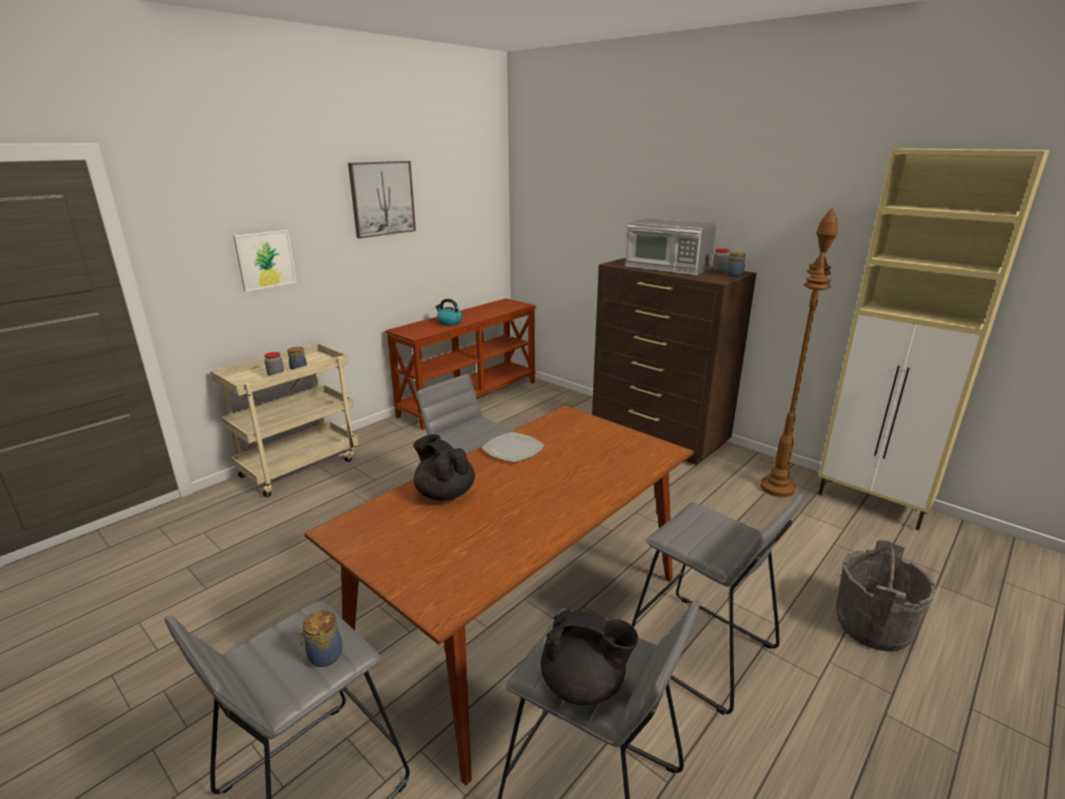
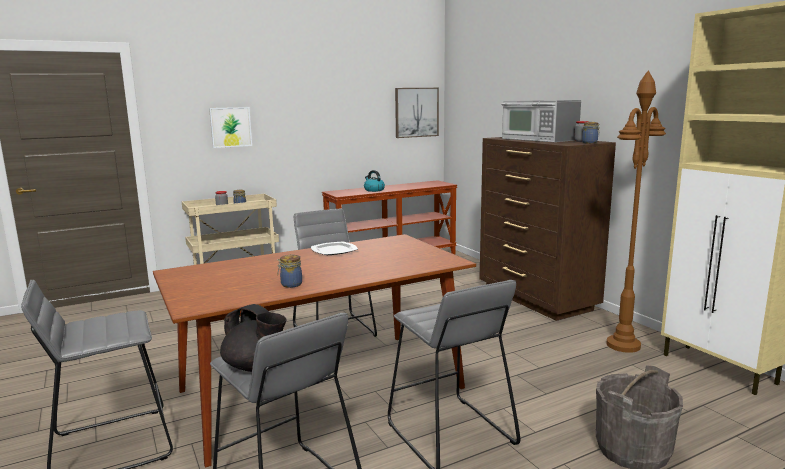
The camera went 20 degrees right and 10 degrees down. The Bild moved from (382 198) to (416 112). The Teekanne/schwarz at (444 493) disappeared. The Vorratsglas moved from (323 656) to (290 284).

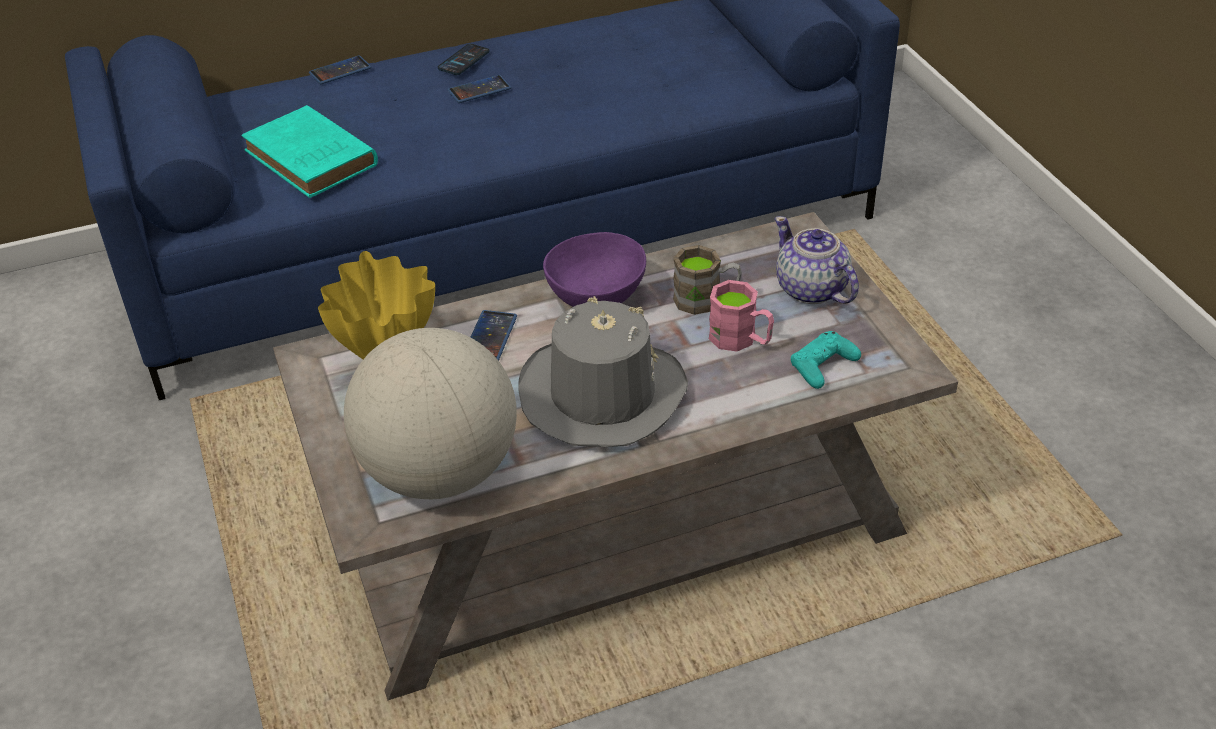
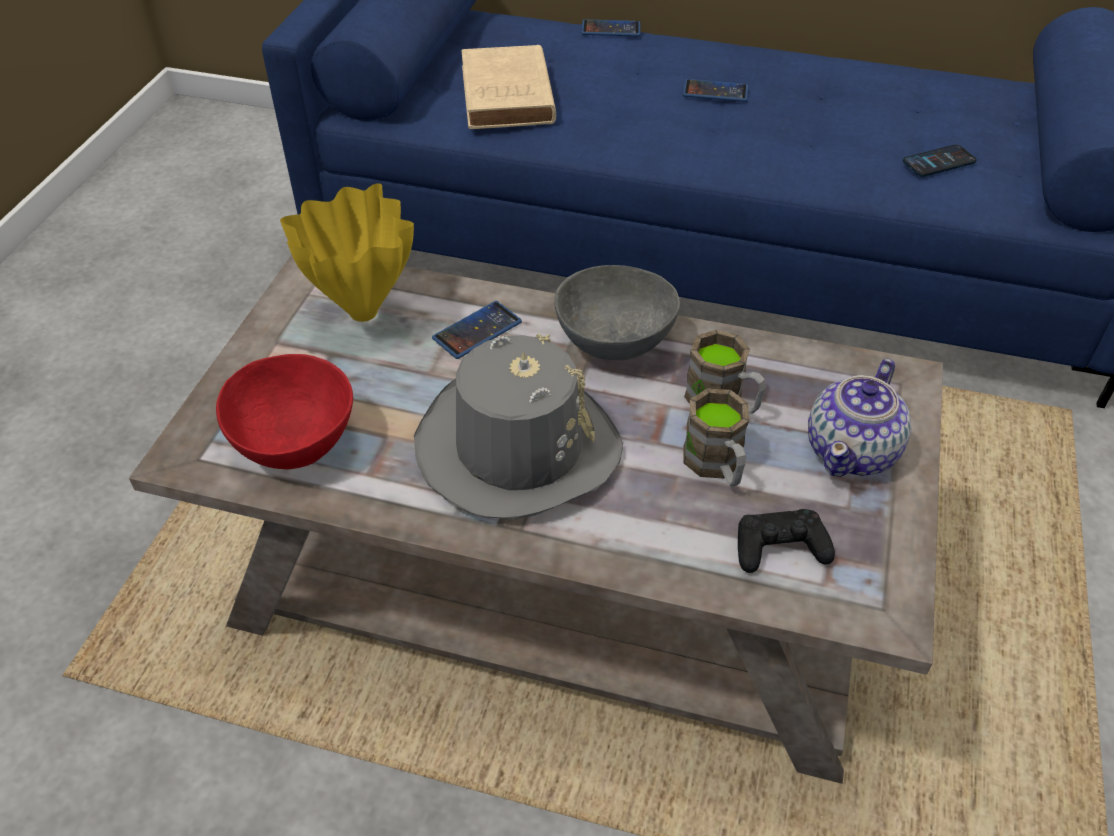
The camera went 35 degrees right and 5 degrees up. The Handy moved from (463 60) to (939 162). The Buch/türkis at (313 160) became the Buch/beige at (507 97). The Teekanne at (811 290) turned 150 degrees counterclockwise. The Schüssel/lila at (598 298) became the Schüssel/grau at (616 344). The Henkelbecher/rosa at (741 340) became the Henkelbecher/braun at (717 466). The Globus at (439 472) was replaced by the Schüssel/rot at (295 440). The Gamepad/türkis at (823 366) became the Gamepad/schwarz at (780 547).

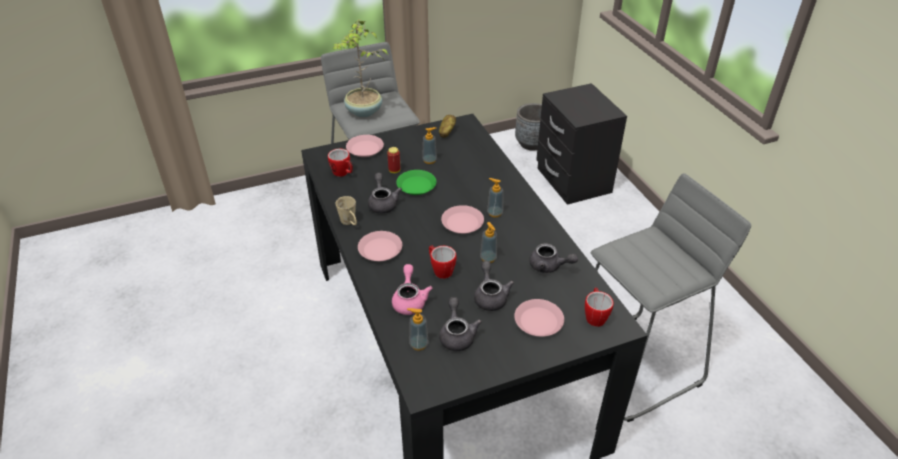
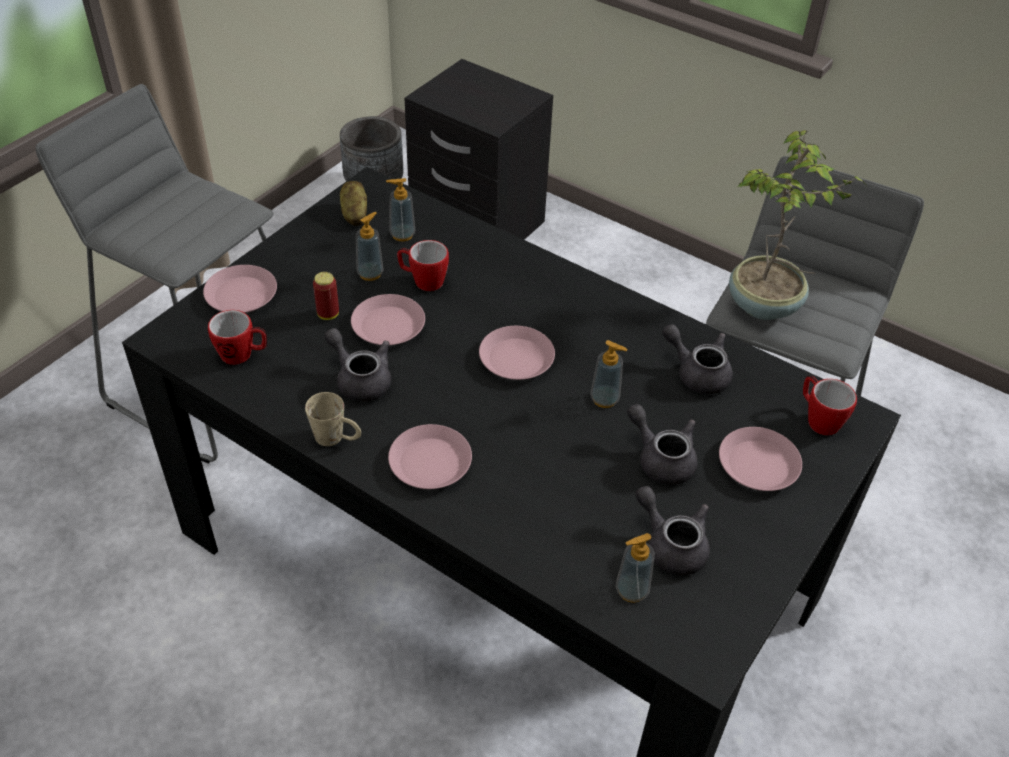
The camera went 35 degrees left and 5 degrees up. The Topfpflanze moved from (364 112) to (764 306). The Teller/grün at (416 186) became the Teller/rosa at (388 326). The Seifenspender moved from (494 213) to (402 235). The Teekanne/grau at (549 266) turned 135 degrees counterclockwise. The Henkelbecher moved from (440 270) to (423 281). The Teekanne/rosa at (409 300) disappeared.

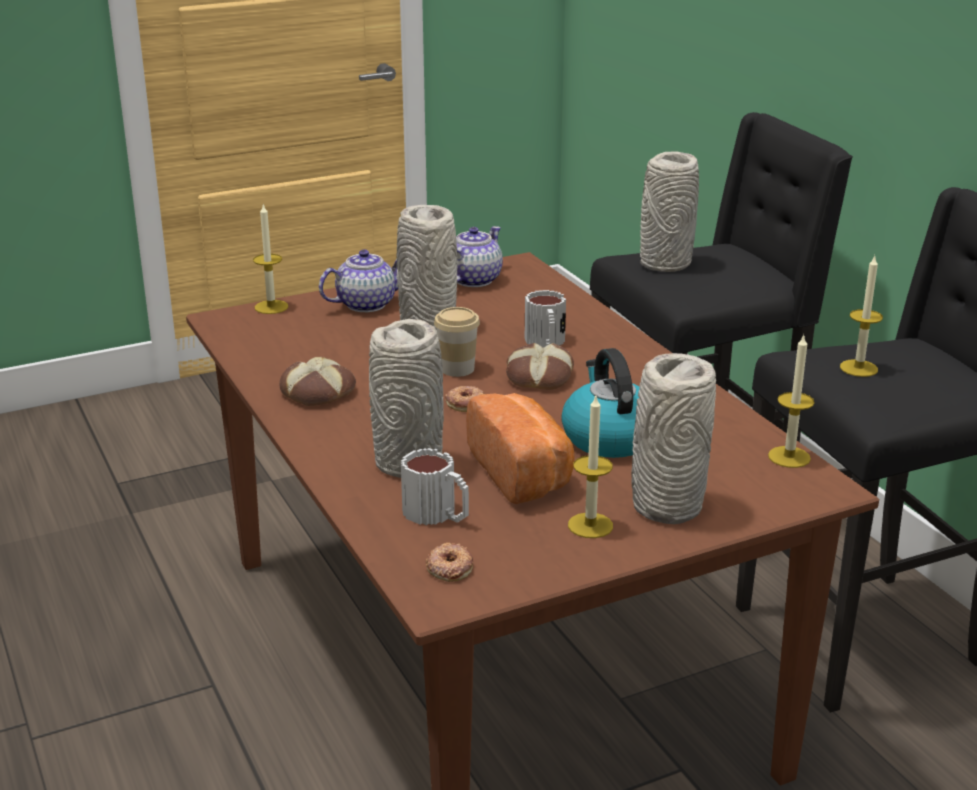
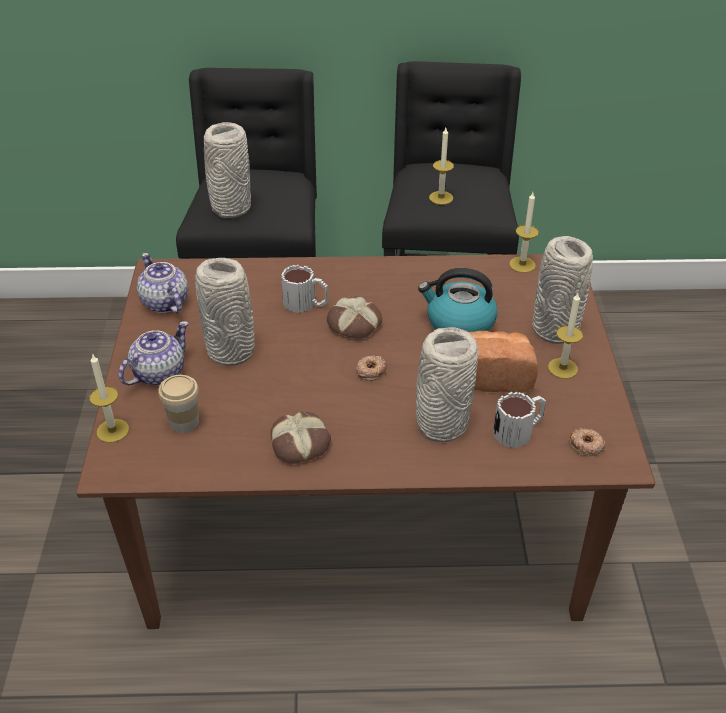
The camera went 65 degrees left and 15 degrees up. The Teekanne at (365 304) turned 45 degrees clockwise. The Tasse moved from (457 369) to (184 422).

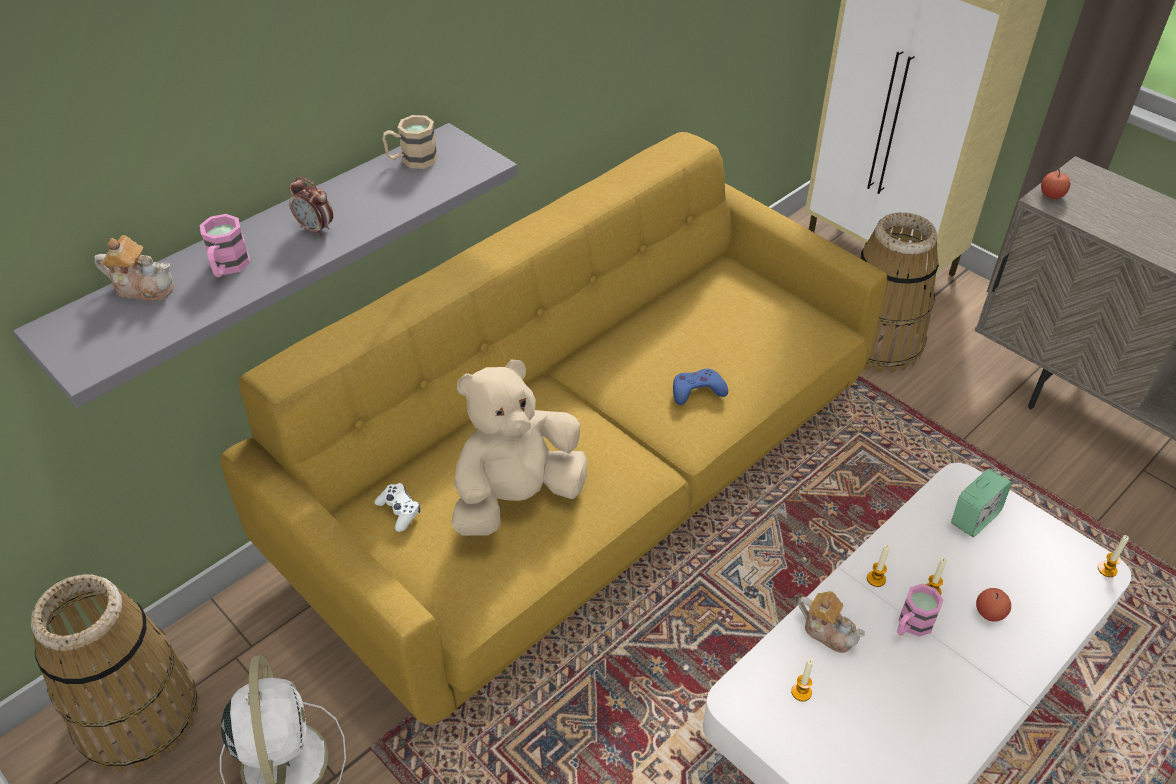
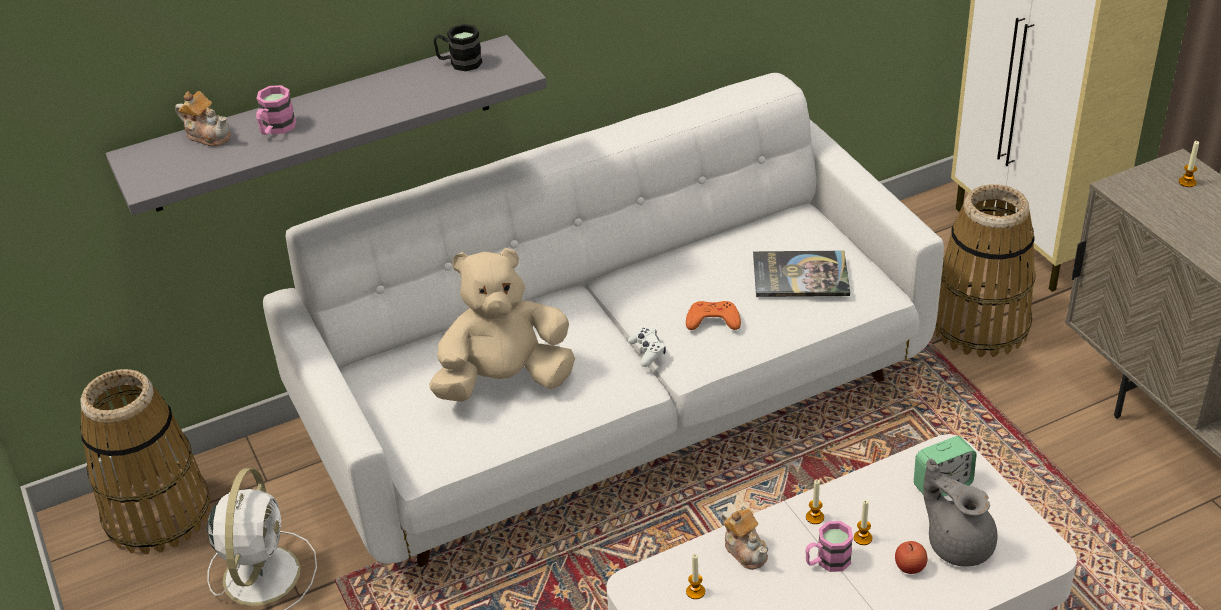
The camera went 20 degrees right and 5 degrees down. The Henkelbecher/beige at (412 160) became the Henkelbecher/schwarz at (459 63). The Sofa/gelb at (587 483) became the Sofa/weiß at (617 404). The Apfel at (1051 195) disappeared. The Wecker at (316 229) disappeared. The Gamepad/blau at (697 390) became the Gamepad/orange at (713 320). The Gamepad/weiß moved from (399 511) to (647 351). The Kerze moved from (1107 569) to (1187 182). The Buch at (800 275) appeared. The Teekanne/grau at (958 543) appeared.

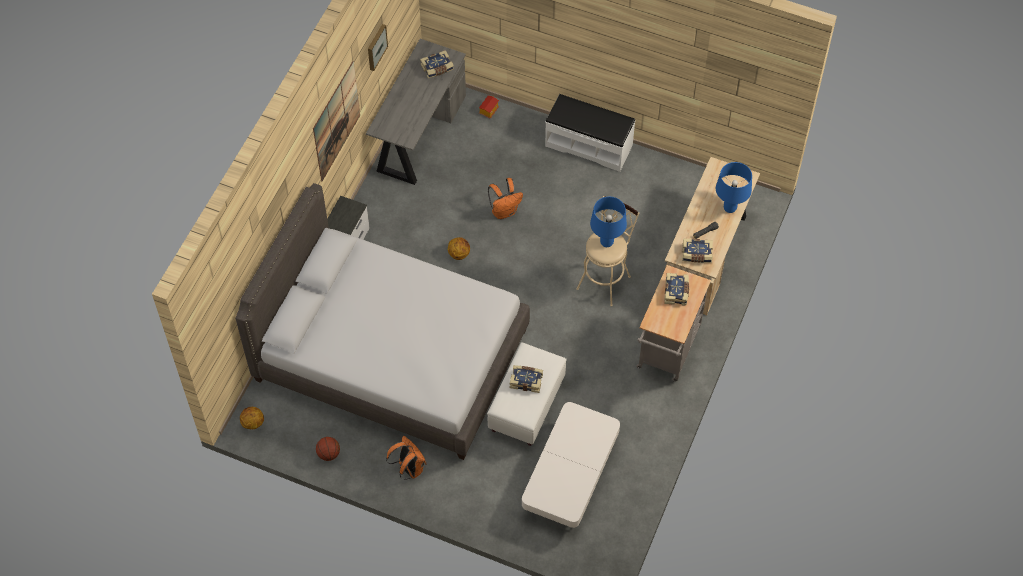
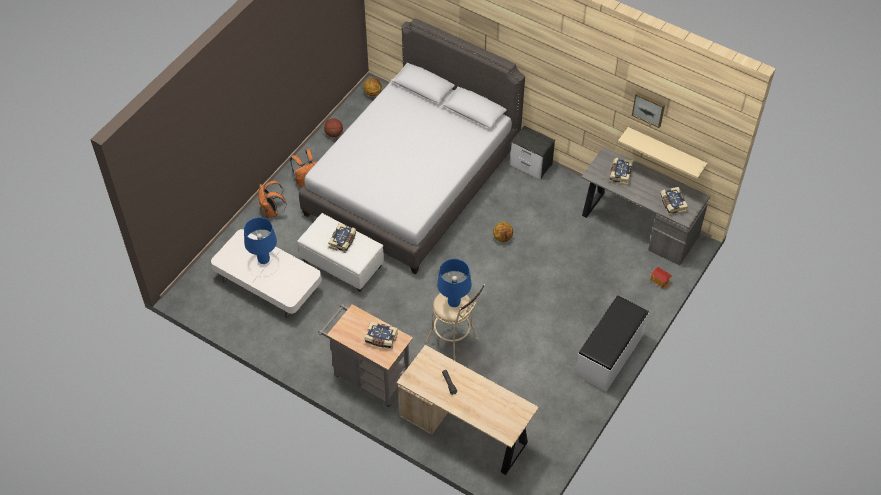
The camera went 100 degrees right and 5 degrees down. The Bild at (336 121) disappeared. The Tischlampe/blau moved from (730 208) to (264 260). The Rucksack/orange moved from (504 211) to (272 211). The Buch moved from (696 254) to (620 174). The Wandregal/beige at (666 151) appeared.

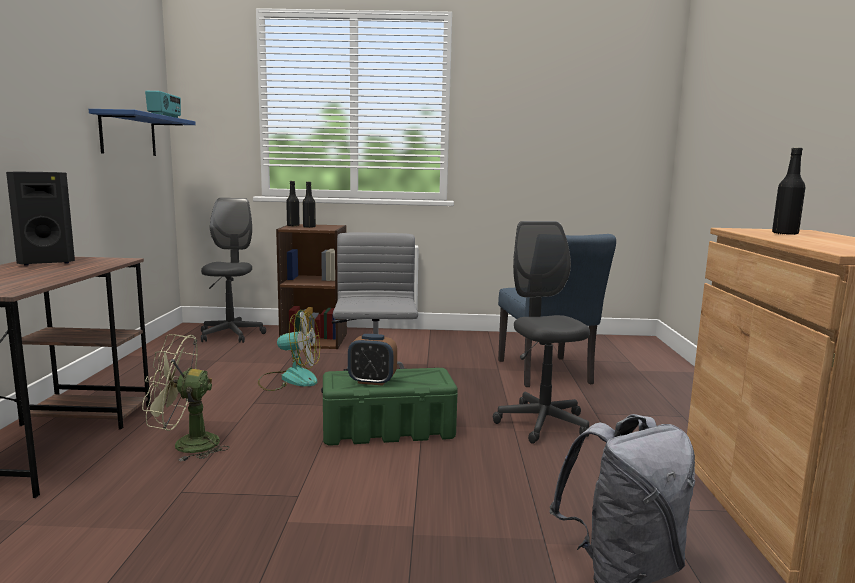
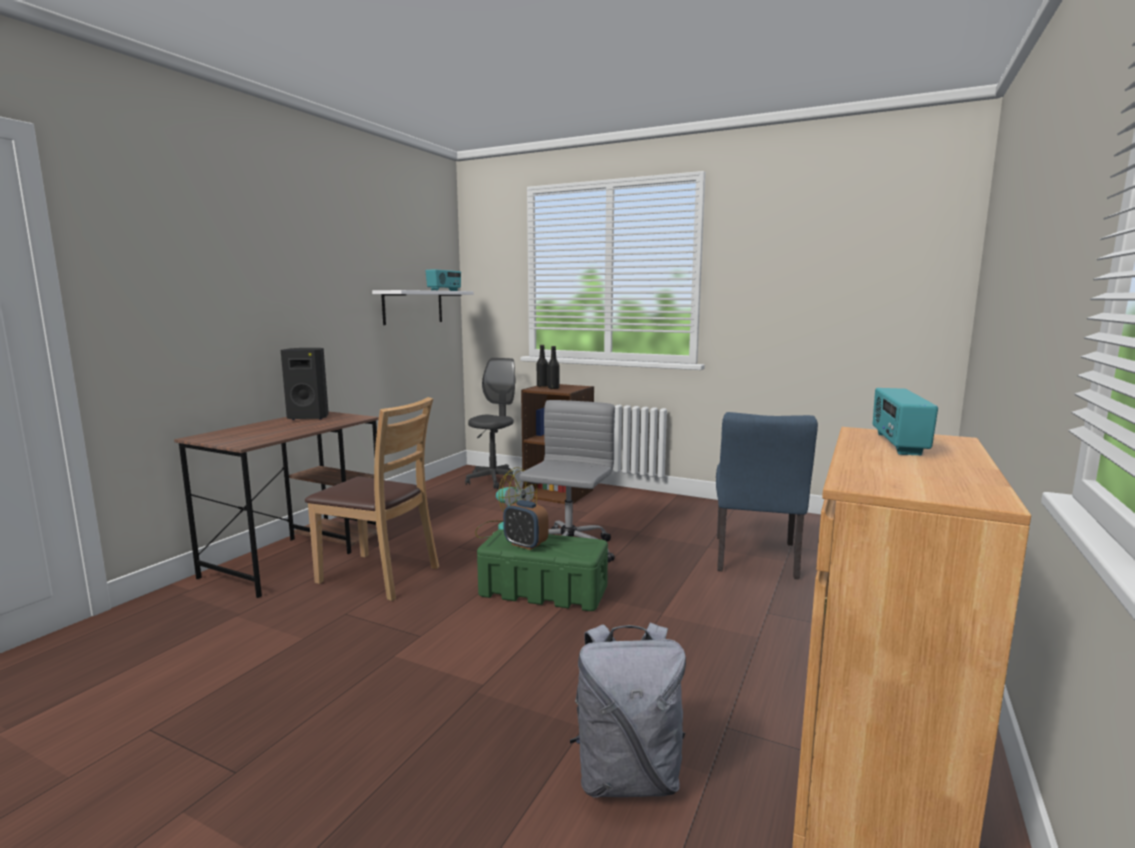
The camera went 25 degrees right and 0 degrees up. The Wandregal/blau at (128 135) became the Wandregal/weiß at (413 307). The Flasche/schwarz at (785 234) was replaced by the Radio at (897 444). The Bürostuhl/grau at (542 423) disappeared. The Ventilator/grün at (186 445) was replaced by the Stuhl/braun at (379 575).

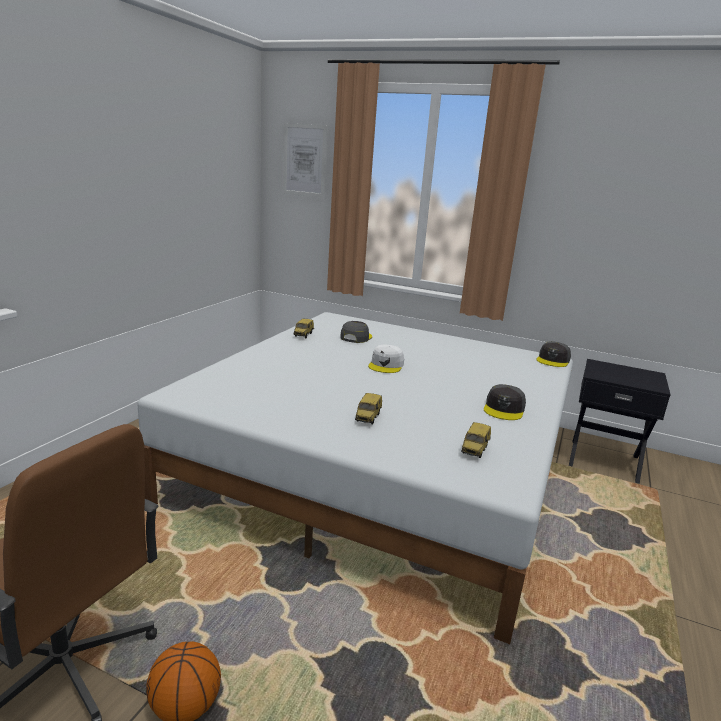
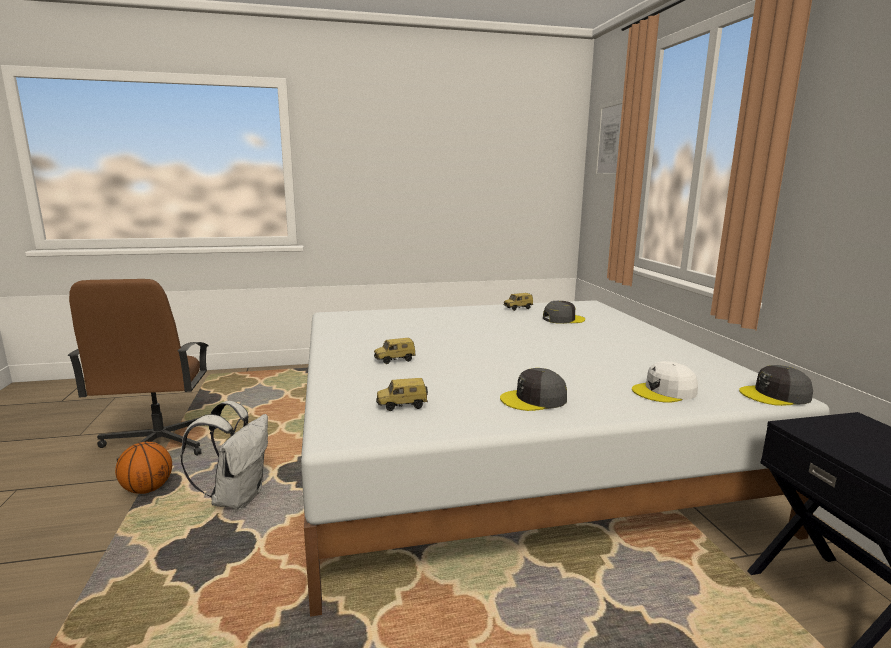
The camera went 55 degrees right and 5 degrees down. The Kappe/weiß moved from (386 365) to (664 391). The Rucksack/weiß at (237 497) appeared.

